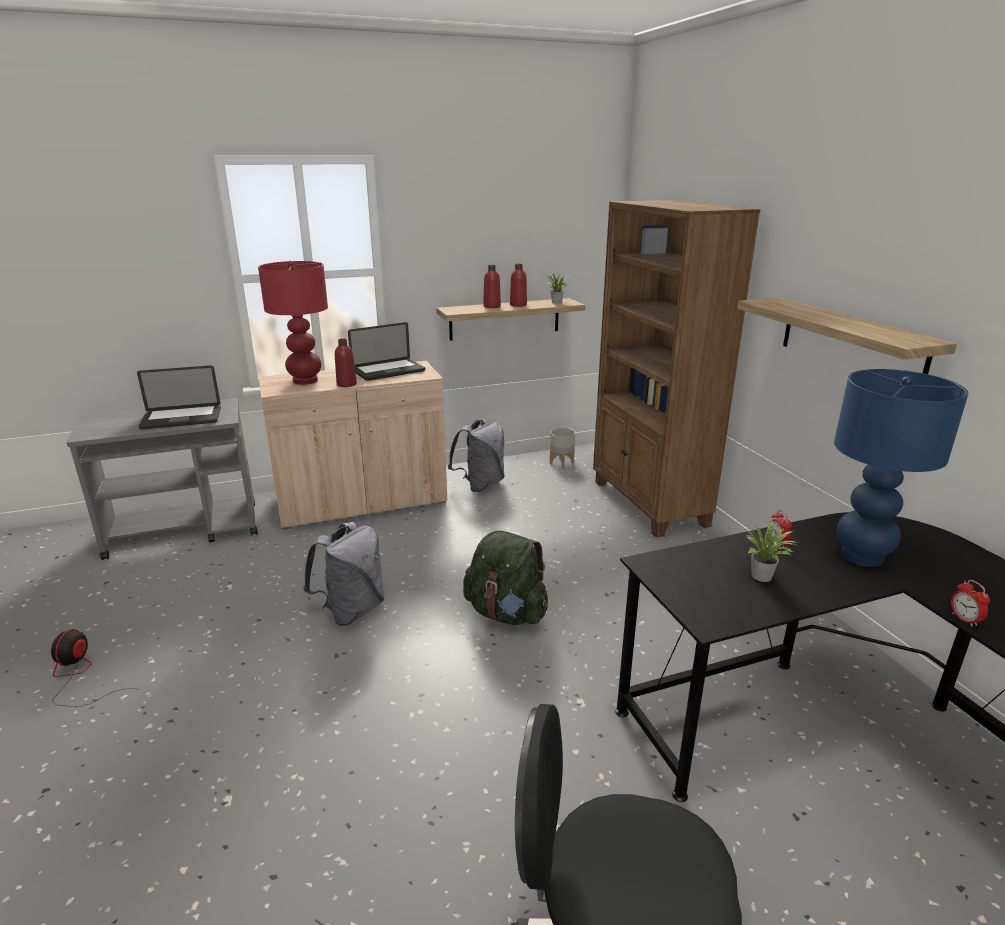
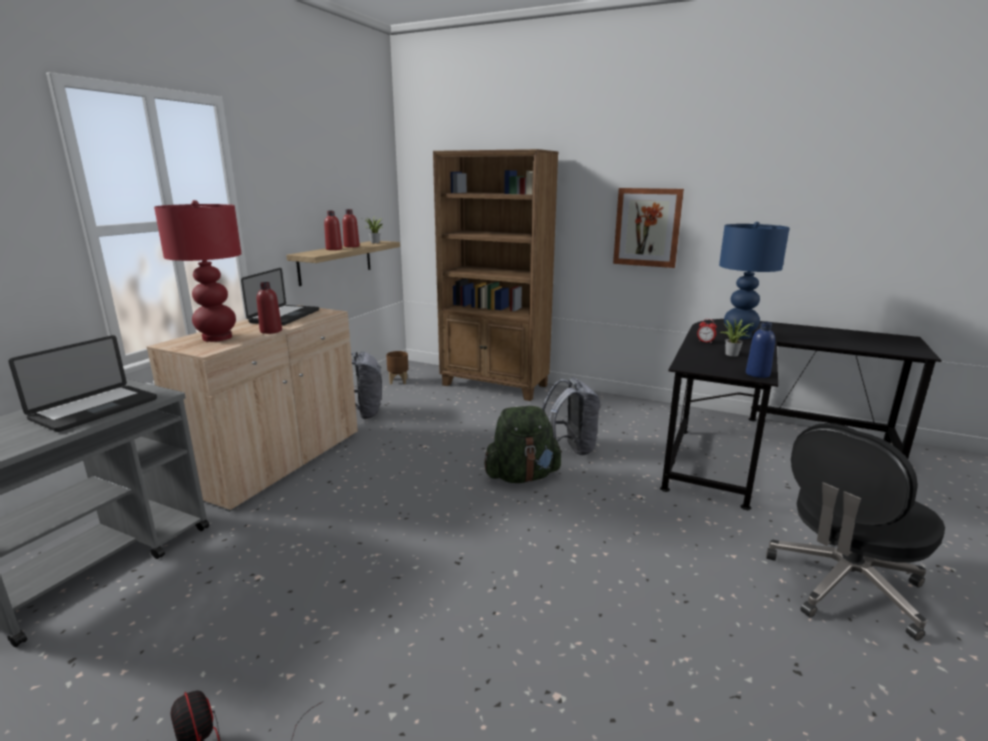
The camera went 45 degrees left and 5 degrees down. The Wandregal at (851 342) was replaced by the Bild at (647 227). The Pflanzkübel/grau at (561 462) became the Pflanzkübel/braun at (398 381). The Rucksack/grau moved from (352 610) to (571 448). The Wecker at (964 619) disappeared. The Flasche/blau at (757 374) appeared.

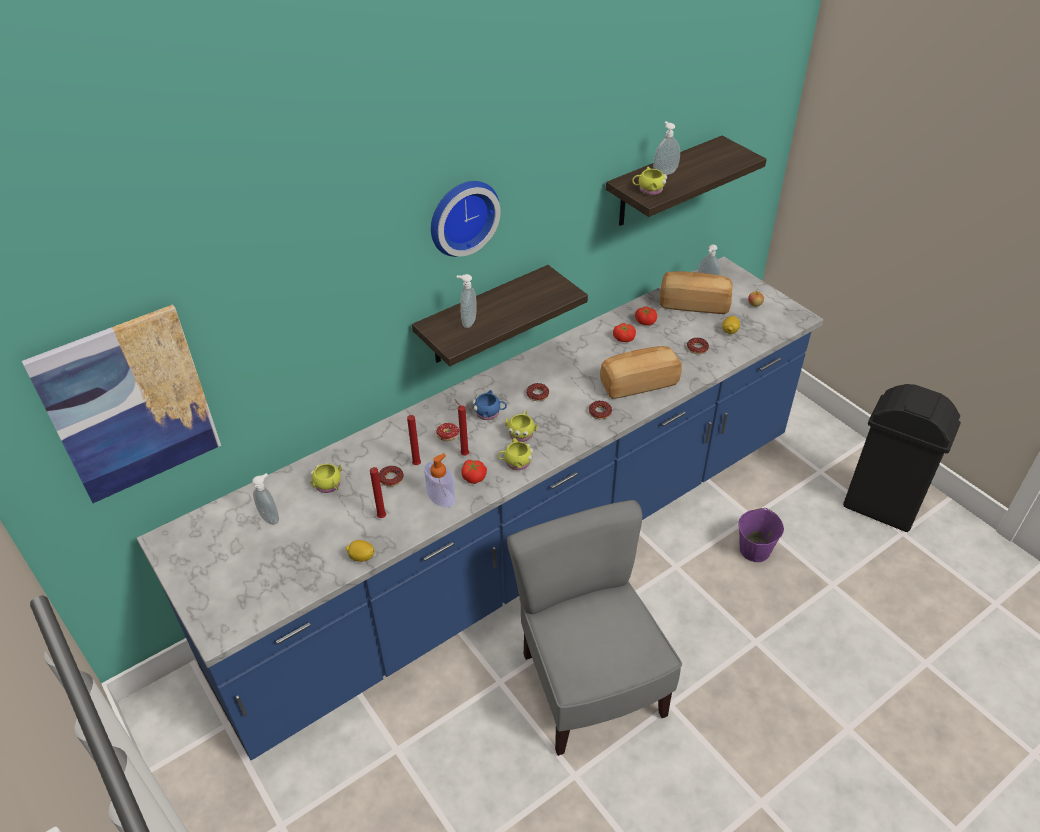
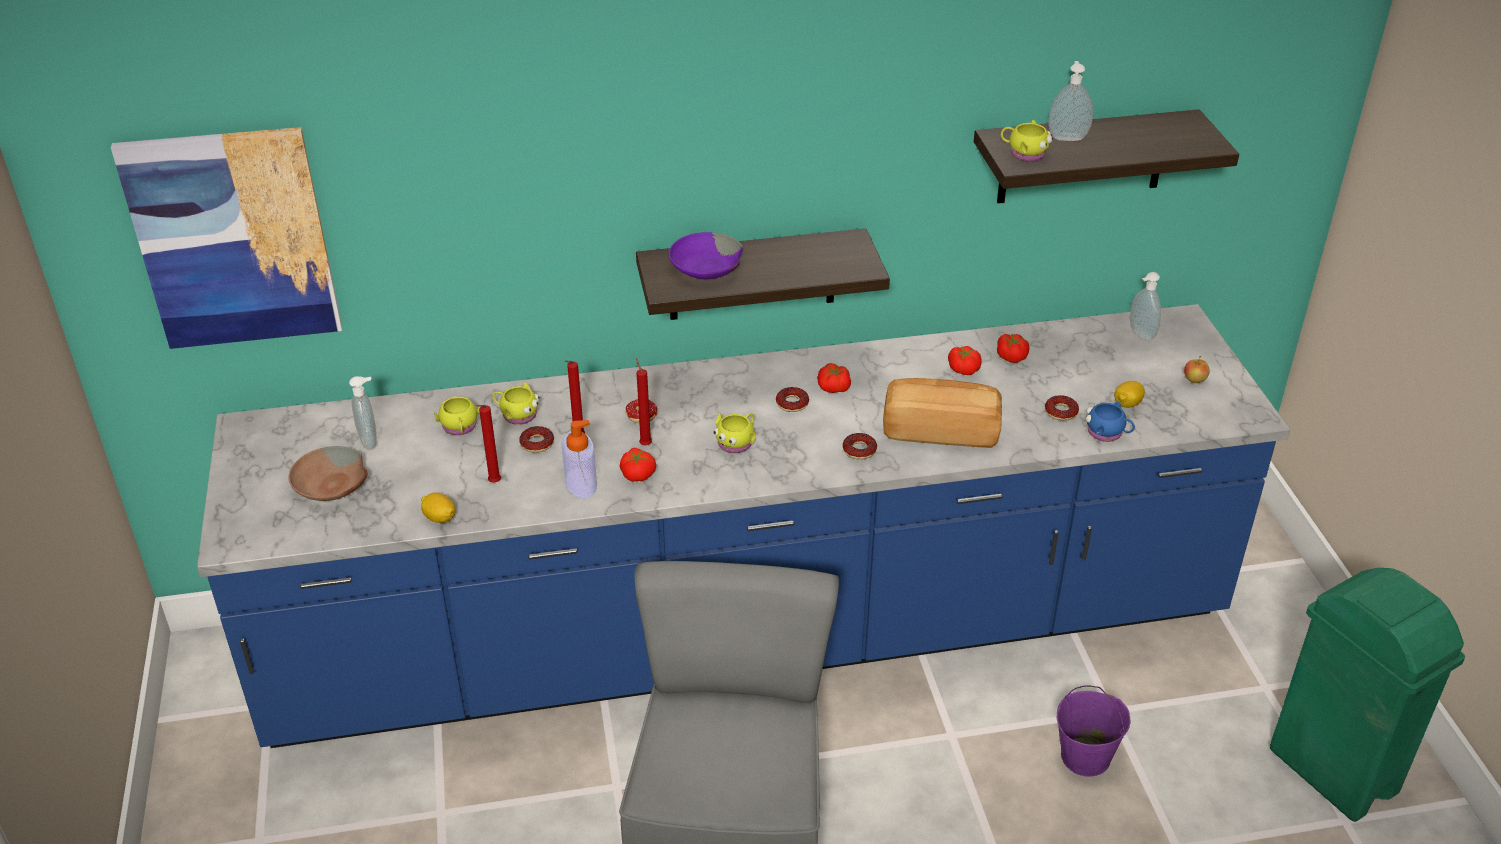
The camera went 25 degrees right and 5 degrees down. The Wanduhr at (461 216) disappeared. The Brot at (694 303) disappeared. The Seifenspender at (468 322) was replaced by the Schüssel/lila at (705 268). The Mülleimer/schwarz at (881 508) became the Mülleimer/grün at (1333 772). The Henkelbecher/blau moved from (489 413) to (1107 433). The Henkelbecher/gelb moved from (515 462) to (517 414). The Tomate at (833 388) appeared. The Schüssel/braun at (331 486) appeared.

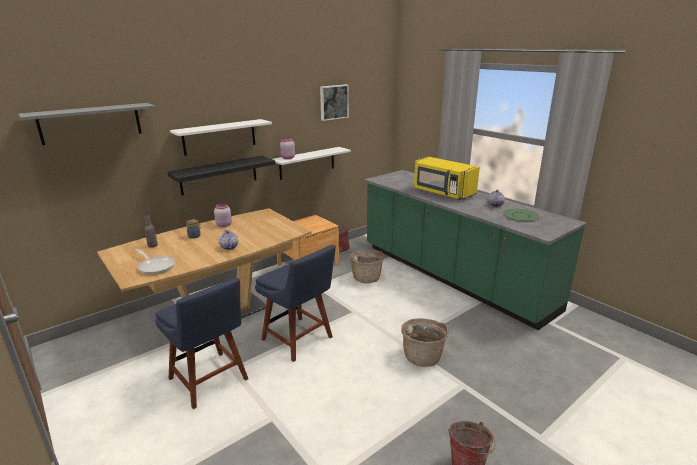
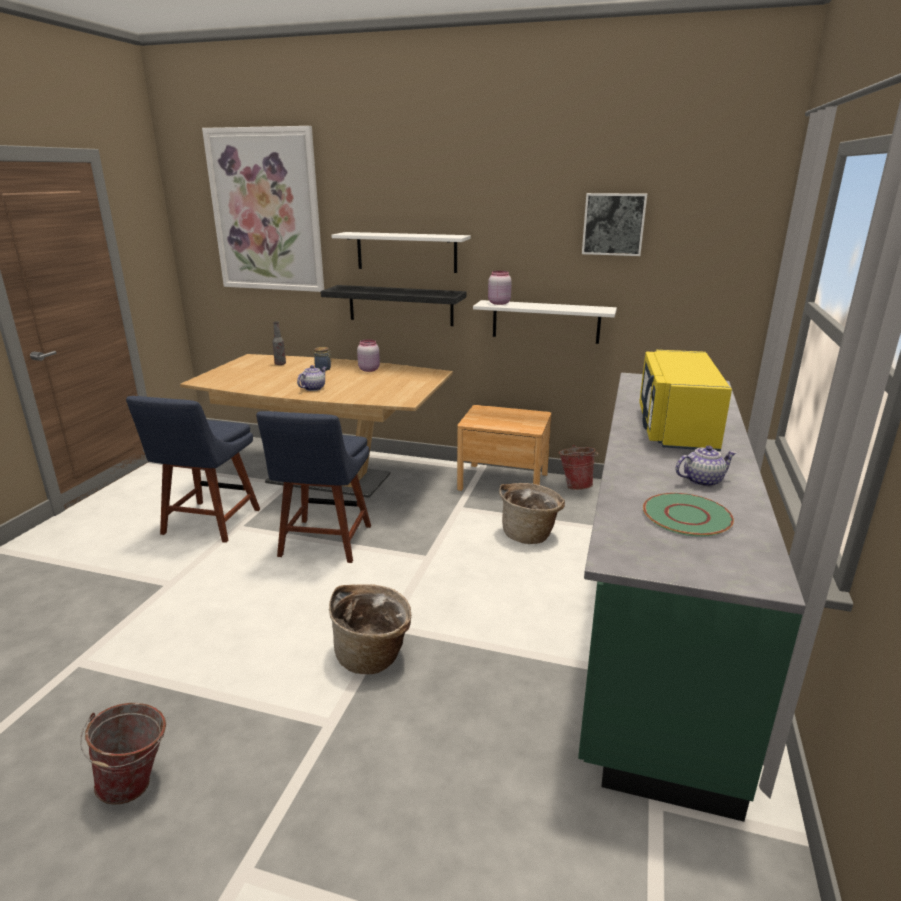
The camera went 55 degrees right and 0 degrees up. The Wandregal/grau at (91 123) was replaced by the Bild at (266 211). The Pfanne at (156 266) disappeared.

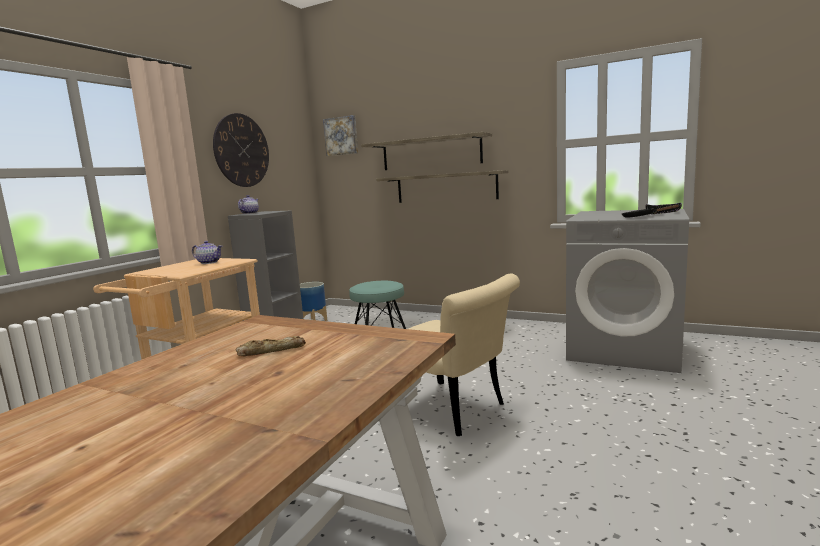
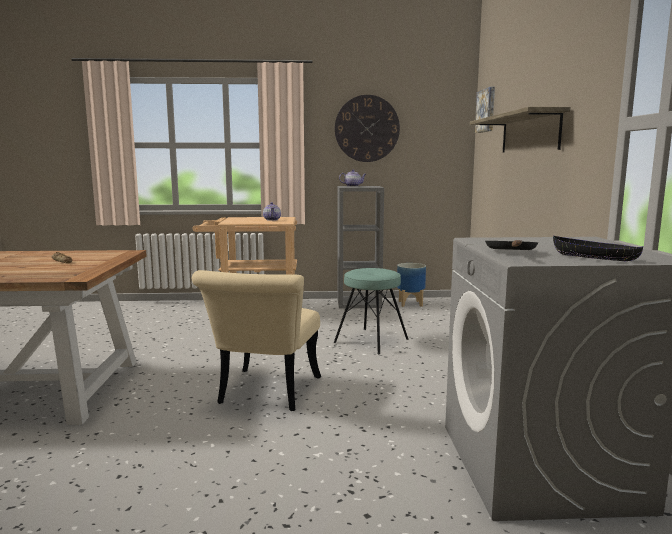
The camera went 60 degrees right and 0 degrees up. The Wandregal at (446 187) disappeared.

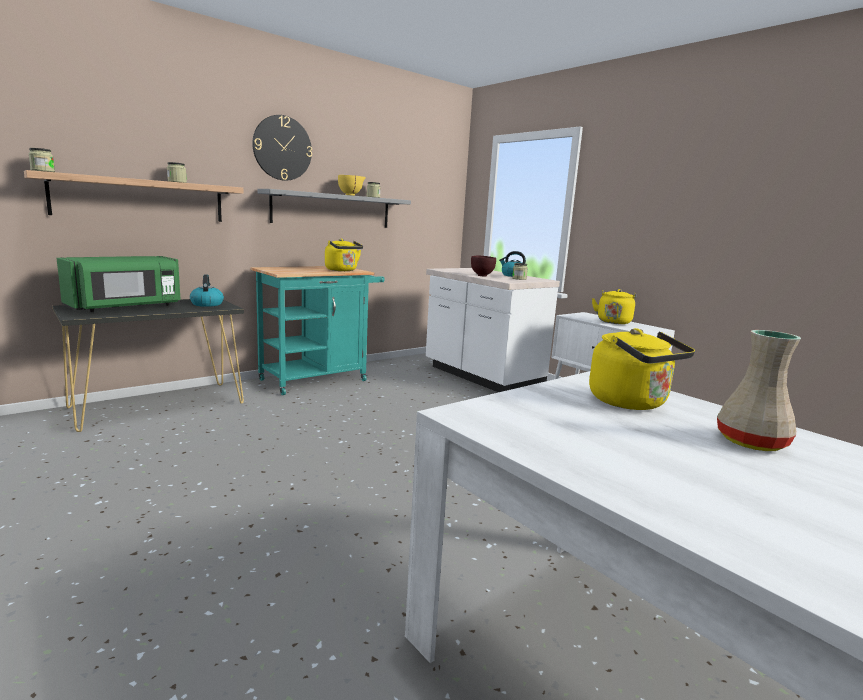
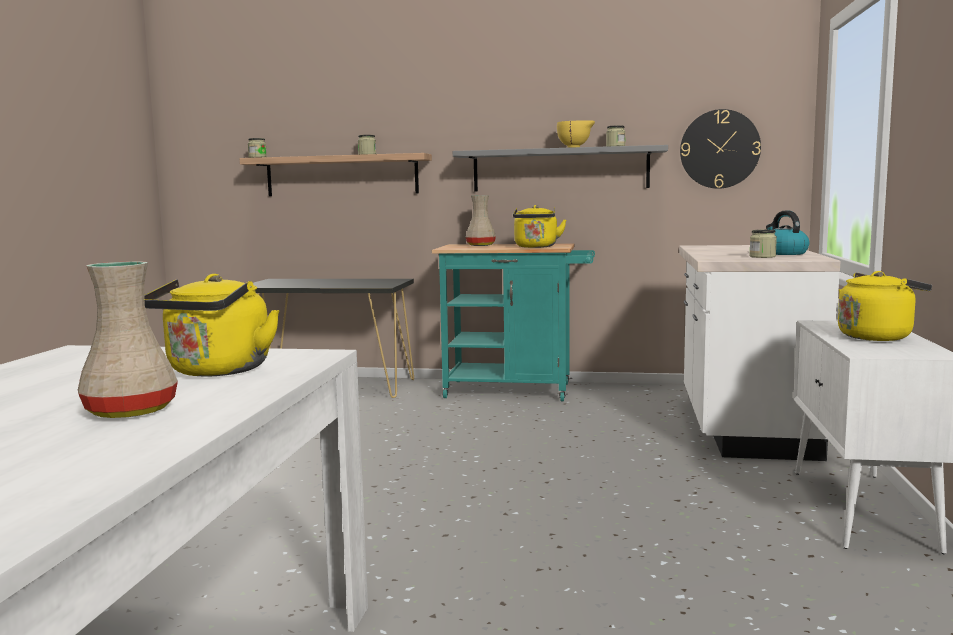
The camera went 50 degrees right and 5 degrees down. The Wanduhr moved from (282 148) to (719 149). The Mikrowelle/grün at (126 307) disappeared. The Schüssel/braun at (482 275) disappeared. The Wasserkessel at (207 304) disappeared. The Vase/beige at (481 245) appeared.

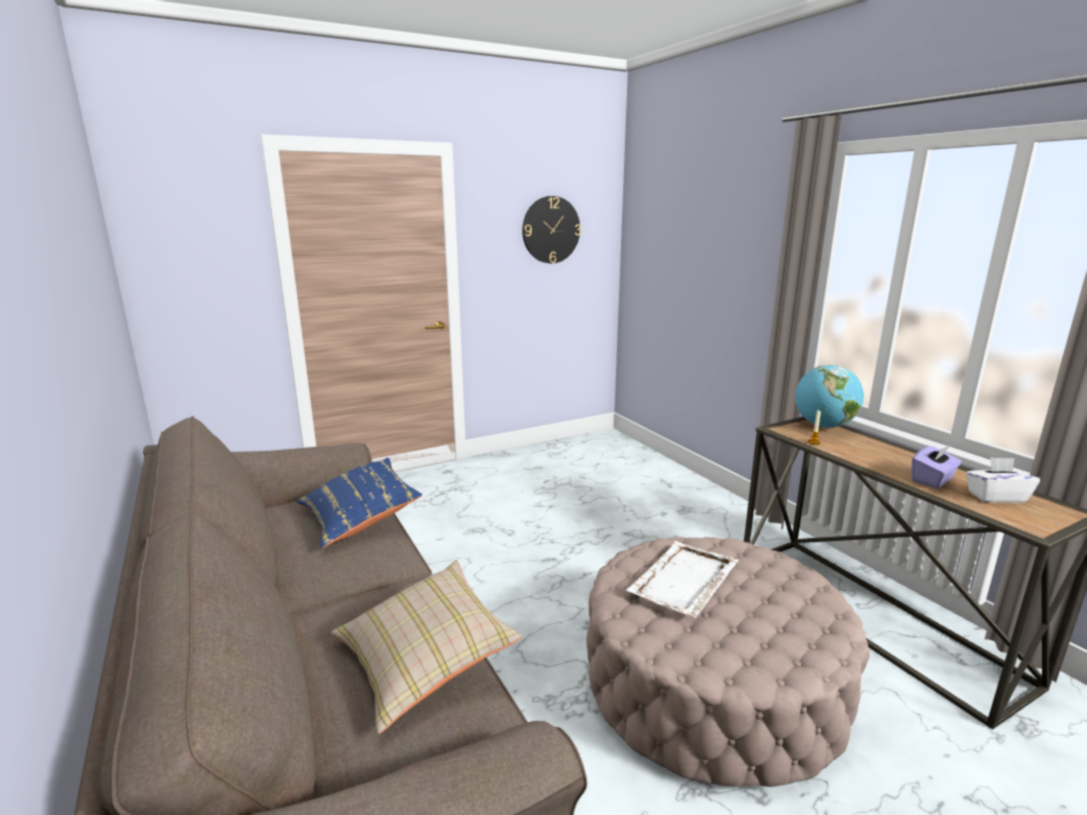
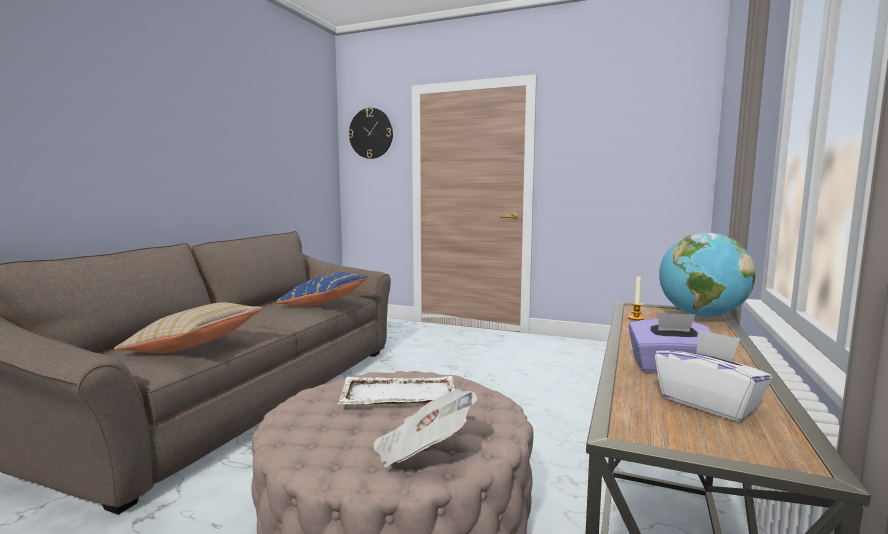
The camera went 50 degrees right and 10 degrees down. The Wanduhr moved from (551 230) to (371 133). The Zeitung at (422 451) appeared.

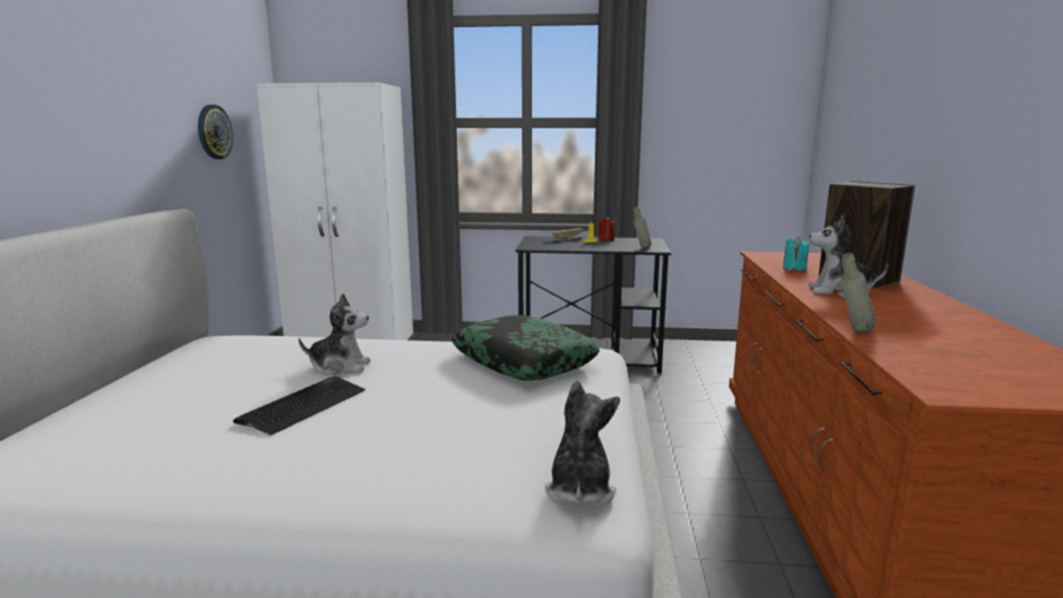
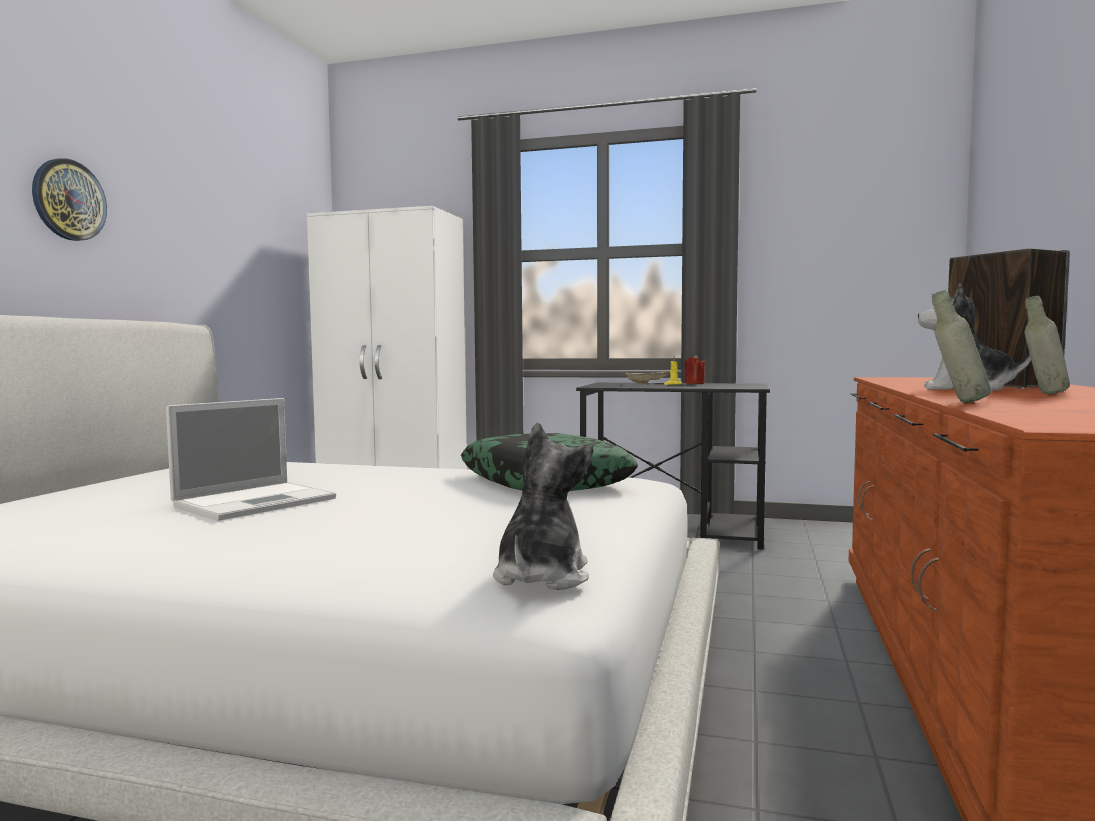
The camera went 10 degrees right and 10 degrees down. The Wanduhr moved from (214 132) to (69 200). The Flasche/grau moved from (641 248) to (1043 394). The Kerze/türkis at (794 268) disappeared. The Plüschtier at (340 367) disappeared. The Tastatur at (303 406) was replaced by the Laptop at (257 501).

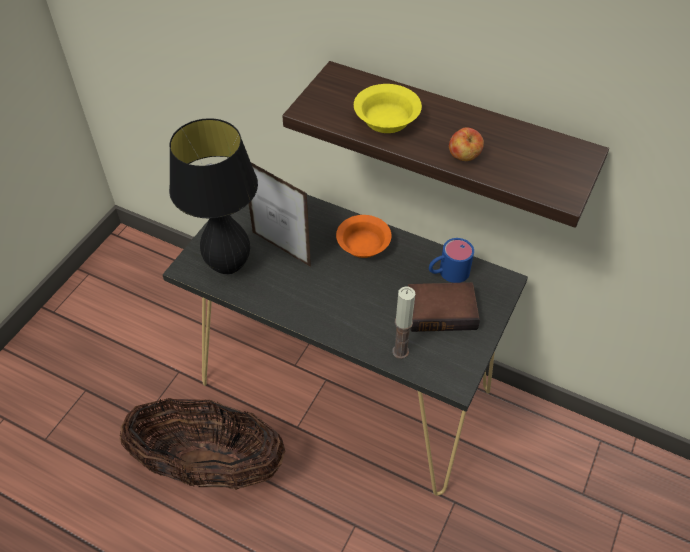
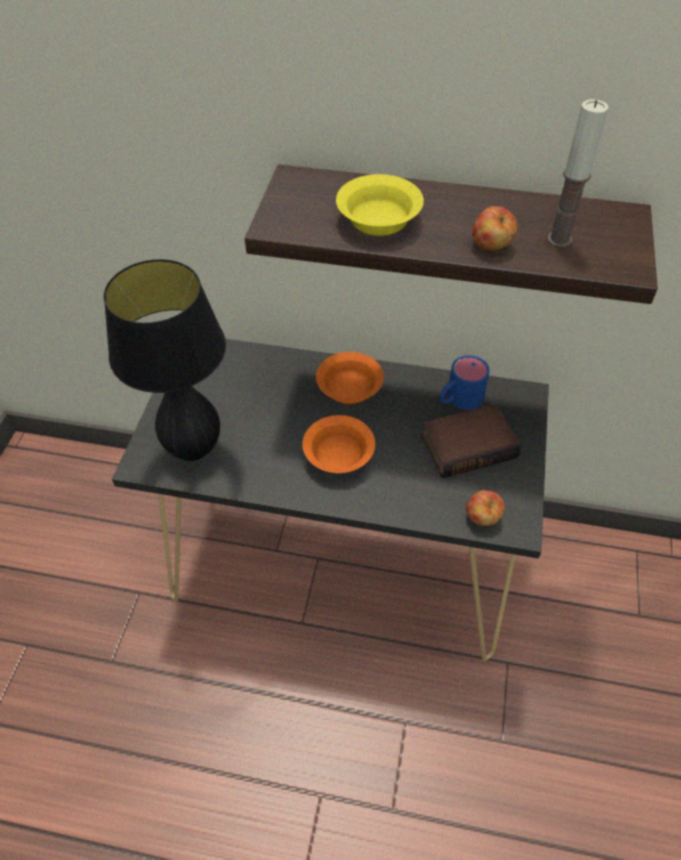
The camera went 15 degrees left and 0 degrees up. The Bilderrahmen at (281 249) disappeared. The Kerze moved from (400 351) to (559 239). The Korb at (209 466) disappeared. The Schüssel/orange at (340 456) appeared. The Apfel at (482 518) appeared.

